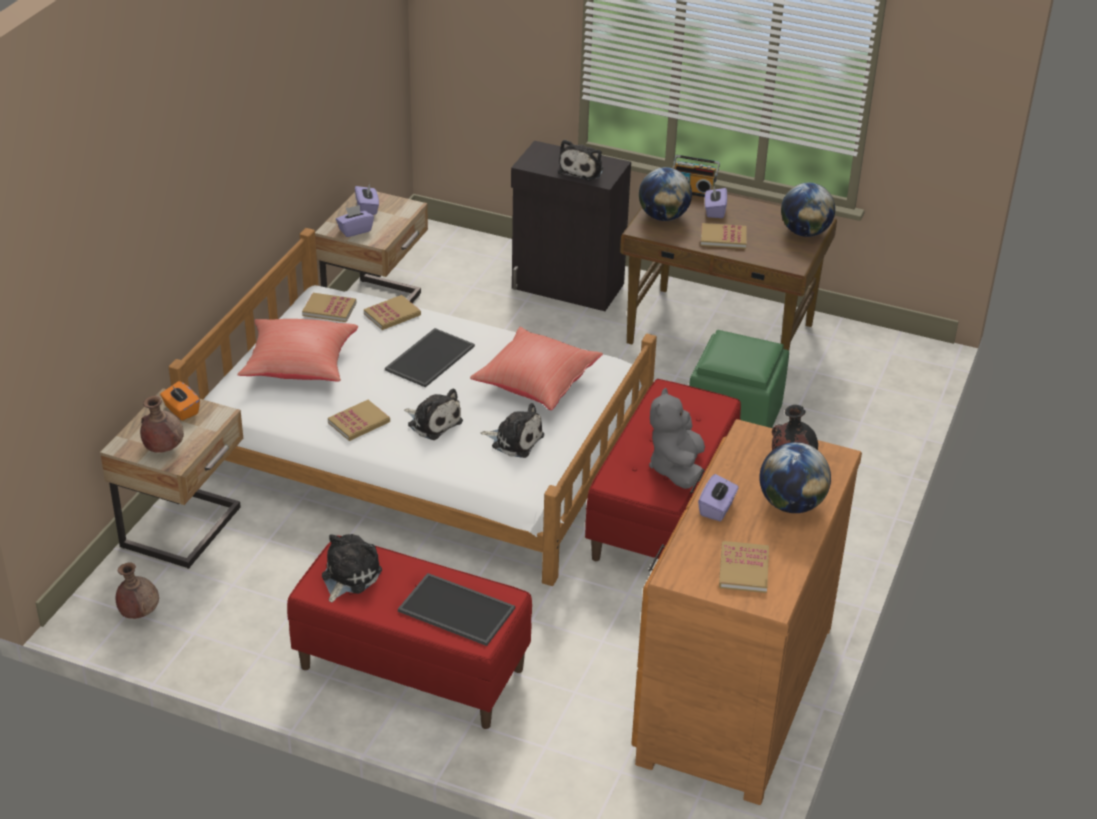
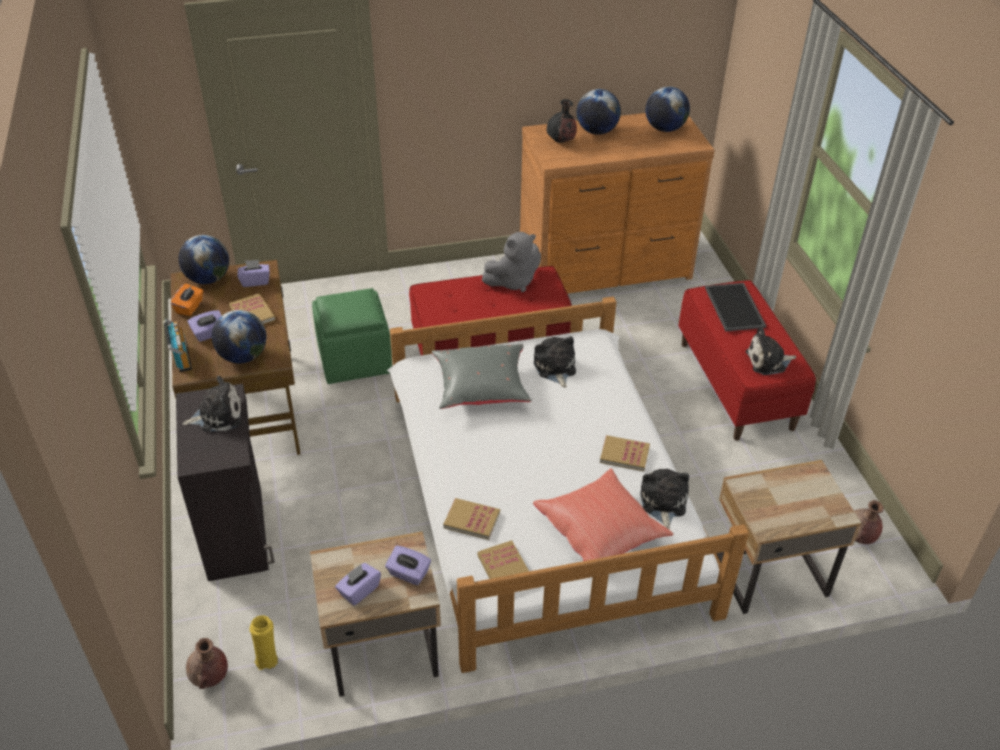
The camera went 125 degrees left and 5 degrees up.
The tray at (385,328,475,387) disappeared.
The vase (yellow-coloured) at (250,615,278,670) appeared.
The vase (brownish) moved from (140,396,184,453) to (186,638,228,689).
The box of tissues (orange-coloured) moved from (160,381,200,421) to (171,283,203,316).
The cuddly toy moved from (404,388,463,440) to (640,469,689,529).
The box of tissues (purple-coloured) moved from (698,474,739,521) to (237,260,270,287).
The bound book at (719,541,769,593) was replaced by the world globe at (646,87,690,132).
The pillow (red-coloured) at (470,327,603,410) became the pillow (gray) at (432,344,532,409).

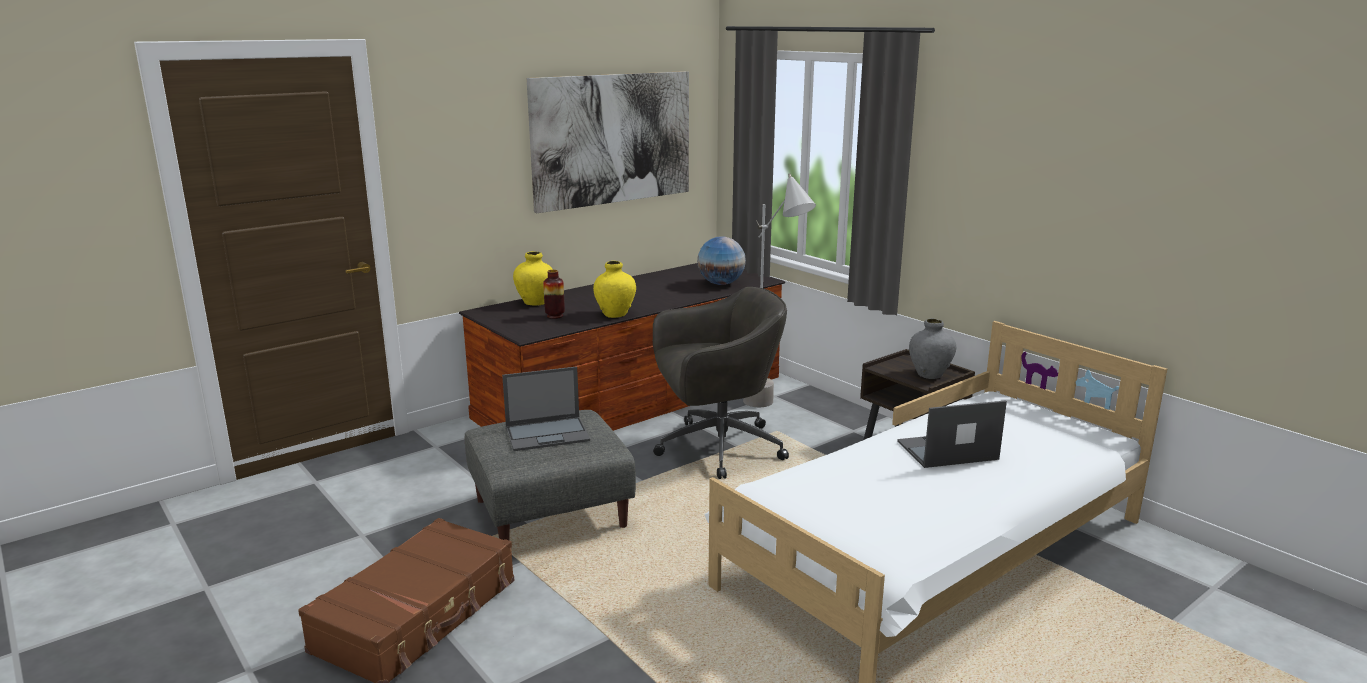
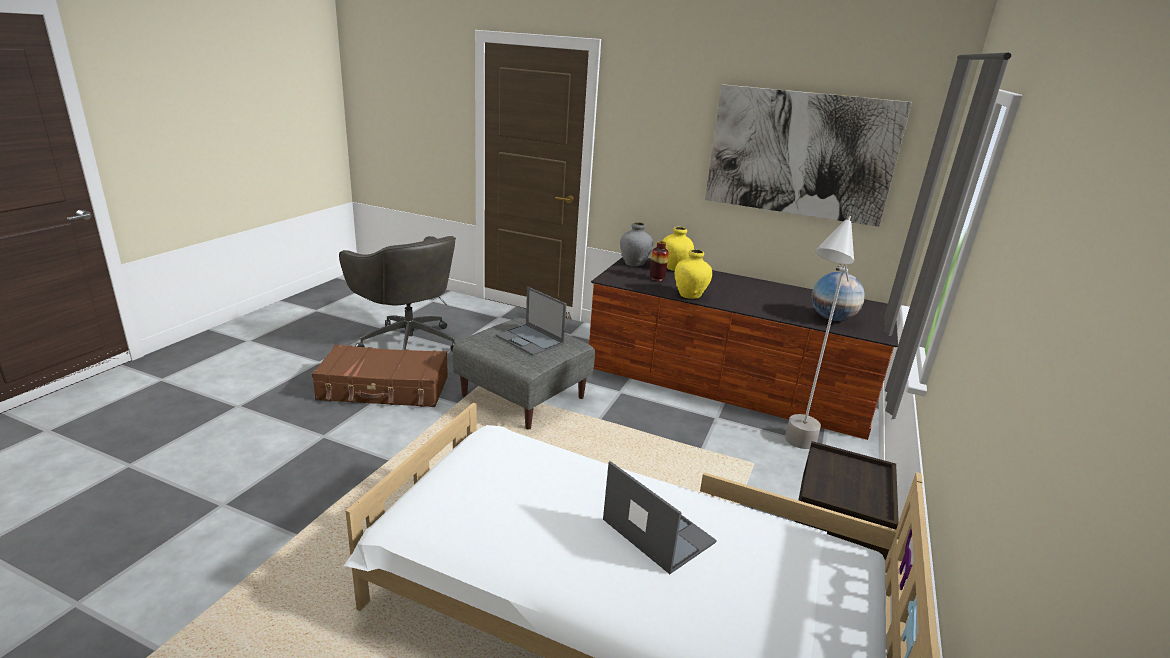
The camera went 60 degrees right and 5 degrees up.
The computer chair (gray) moved from (653,287,789,479) to (339,236,456,351).
The vase (gray) moved from (909,318,956,379) to (620,222,653,266).

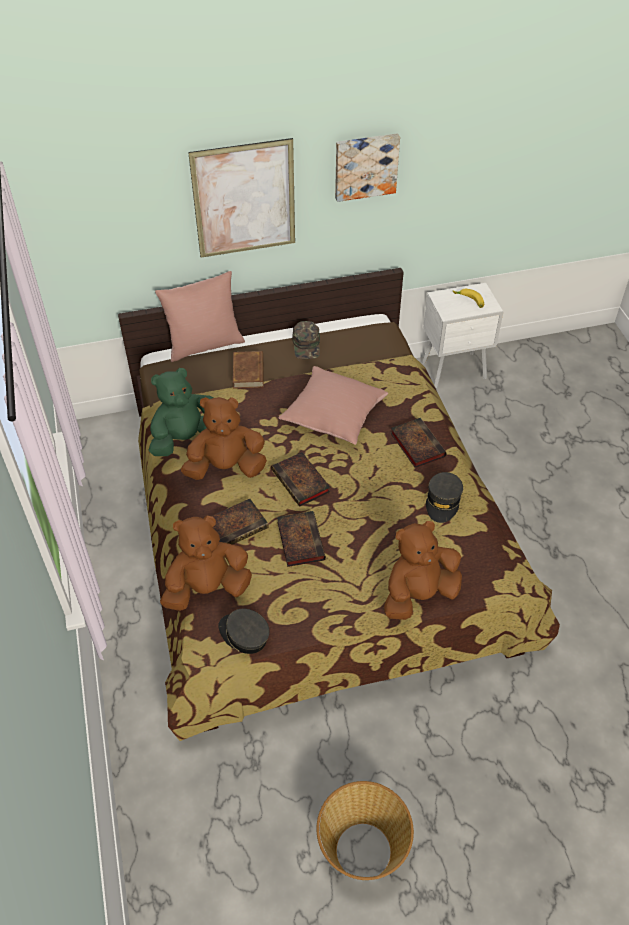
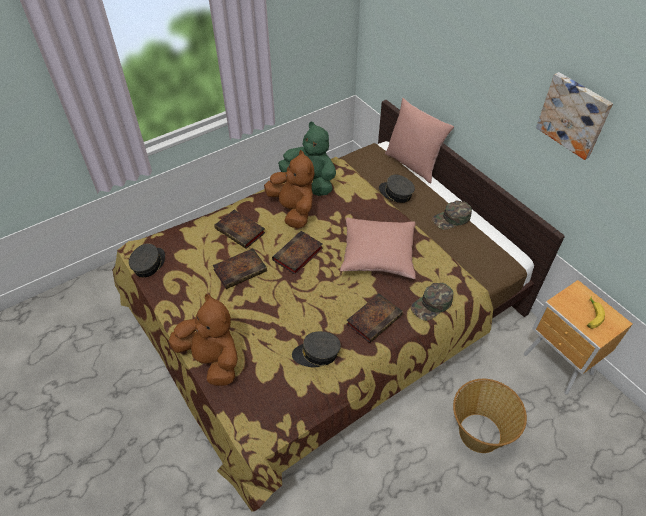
The camera went 70 degrees right and 0 degrees up.
The cuddly toy (brownish) at (160,515,252,611) disappeared.
The wall picture at (188,138,295,258) disappeared.
The cap (green) at (411,283,453,321) appeared.
The storage basket moved from (316,781,414,880) to (453,379,527,453).
The bound book (brownish) at (233,351,264,389) was replaced by the cap (gray) at (379,175,415,203).
The nightstand (white-coloured) at (422,283,503,388) became the nightstand (brownish) at (524,280,633,395).

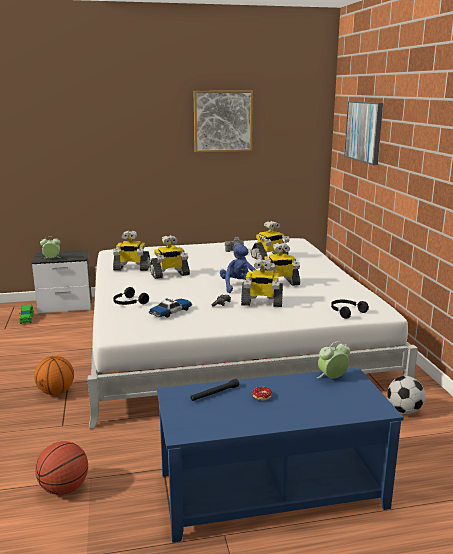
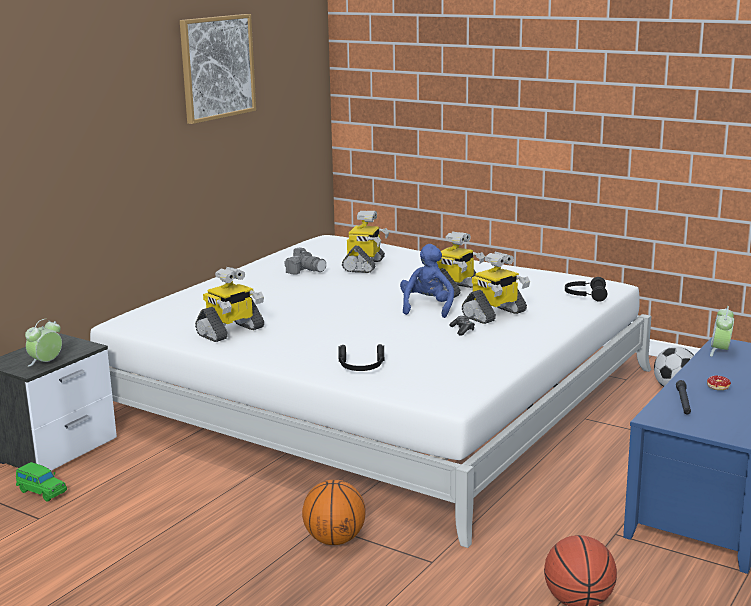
The camera went 45 degrees left and 0 degrees up.
The miniature car at (149,298,192,318) disappeared.
The toy robot at (150,235,190,279) disappeared.
The wall picture at (344,101,383,165) disappeared.
The cuddly toy (bluish) at (220,244,256,293) turned 60 degrees clockwise.

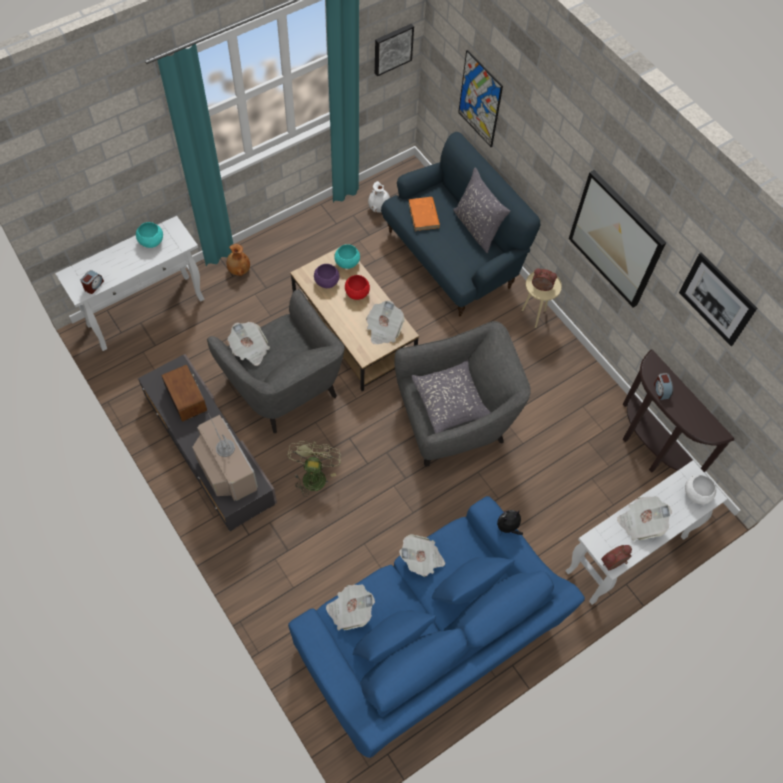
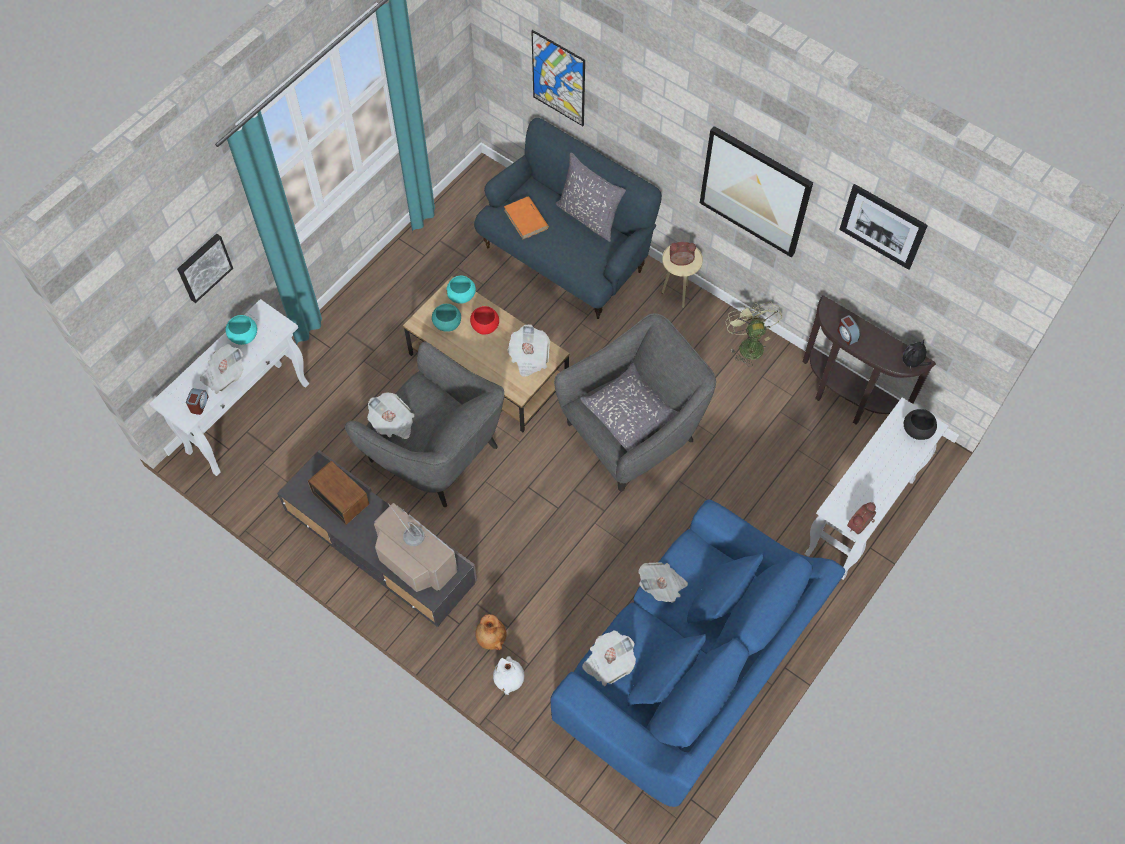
The camera went 15 degrees left and 0 degrees up.
The vase (brownish) moved from (226,244,250,276) to (475,614,507,650).
The cooling fan (green) moved from (287,441,341,497) to (726,301,782,367).
The vase (white-coloured) moved from (368,181,390,213) to (493,656,524,695).
The wall picture moved from (375,24,414,76) to (177,233,233,303).
The cuddly toy moved from (497,510,523,535) to (903,339,931,371).
The daily paper moved from (617,496,672,541) to (200,344,243,394).
The serving bowl (purple-coloured) at (314,264,339,288) became the serving bowl (turquoise) at (432,304,461,332).
The serving bowl (white-coloured) at (685,475,716,505) became the serving bowl (black) at (904,409,937,440).

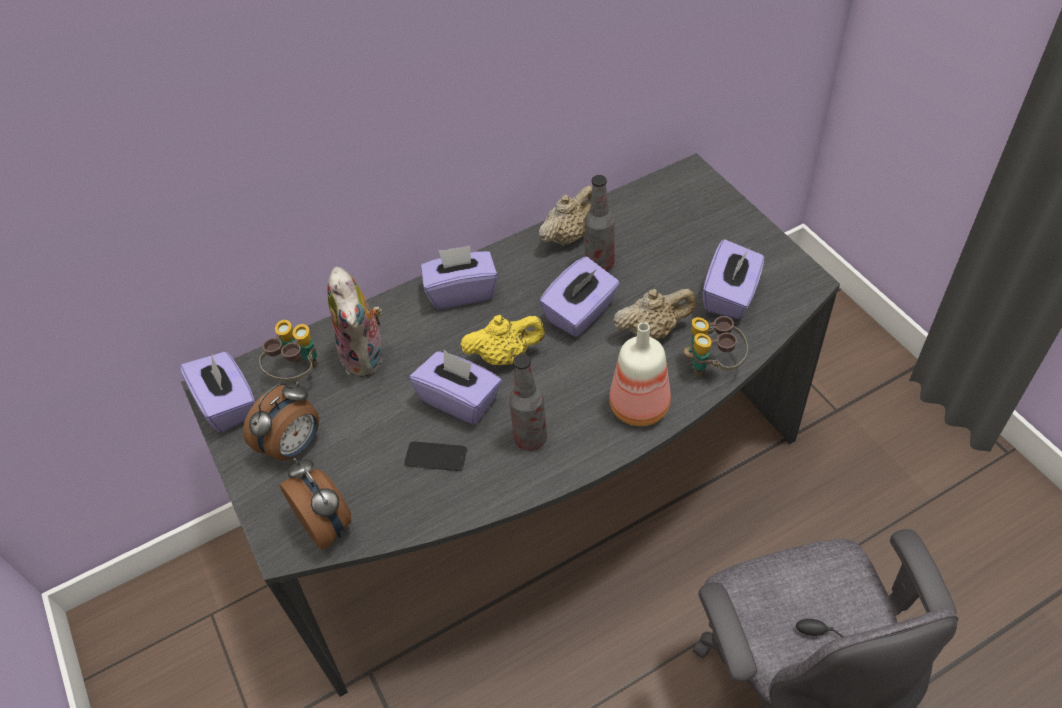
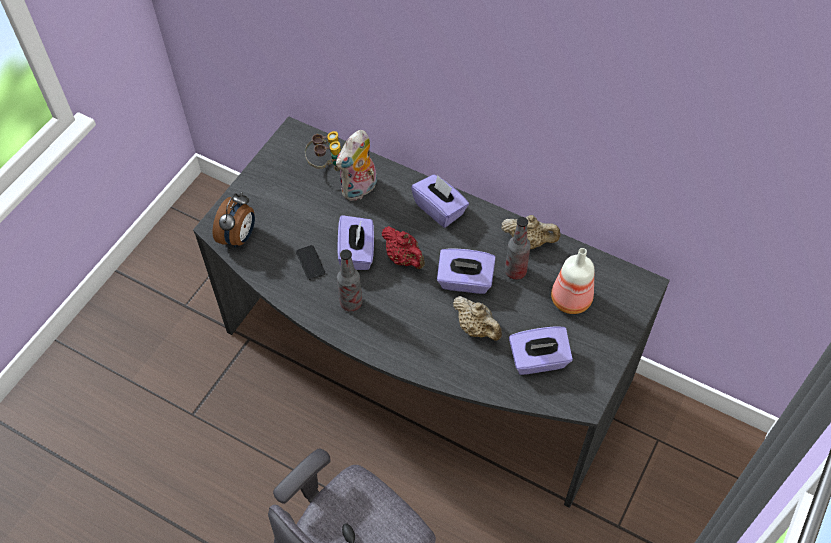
The camera went 55 degrees right and 5 degrees up.
The box of tissues (purple-coloured) at (180,352,255,433) disappeared.
The alarm clock at (243,382,319,461) disappeared.
The field glasses at (684,316,748,378) disappeared.
The beverage bottle moved from (609,322,671,426) to (551,248,594,314).
The teapot (yellow-coloured) at (460,315,545,365) became the teapot (red-coloured) at (382,226,425,269).

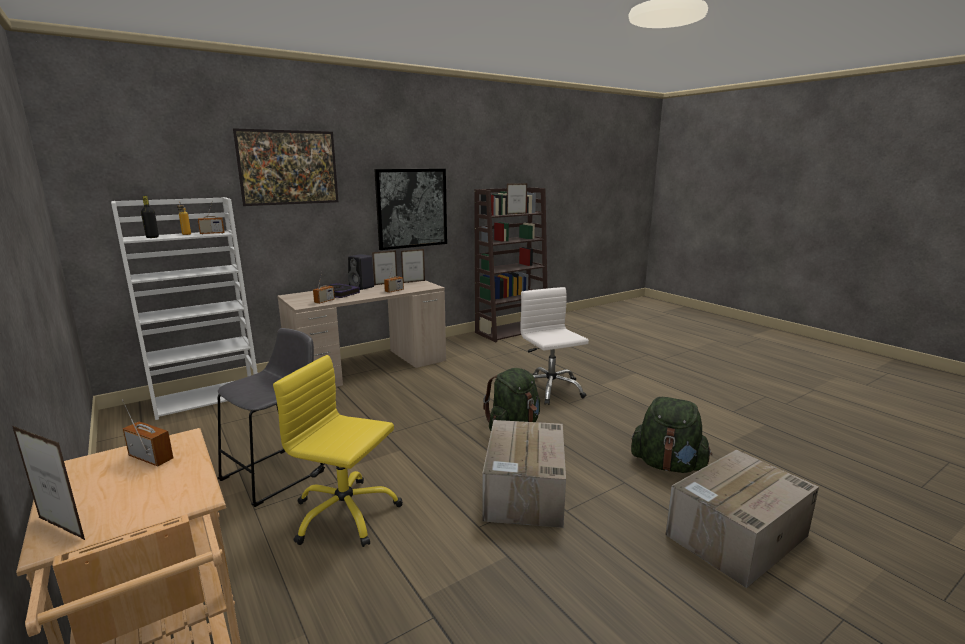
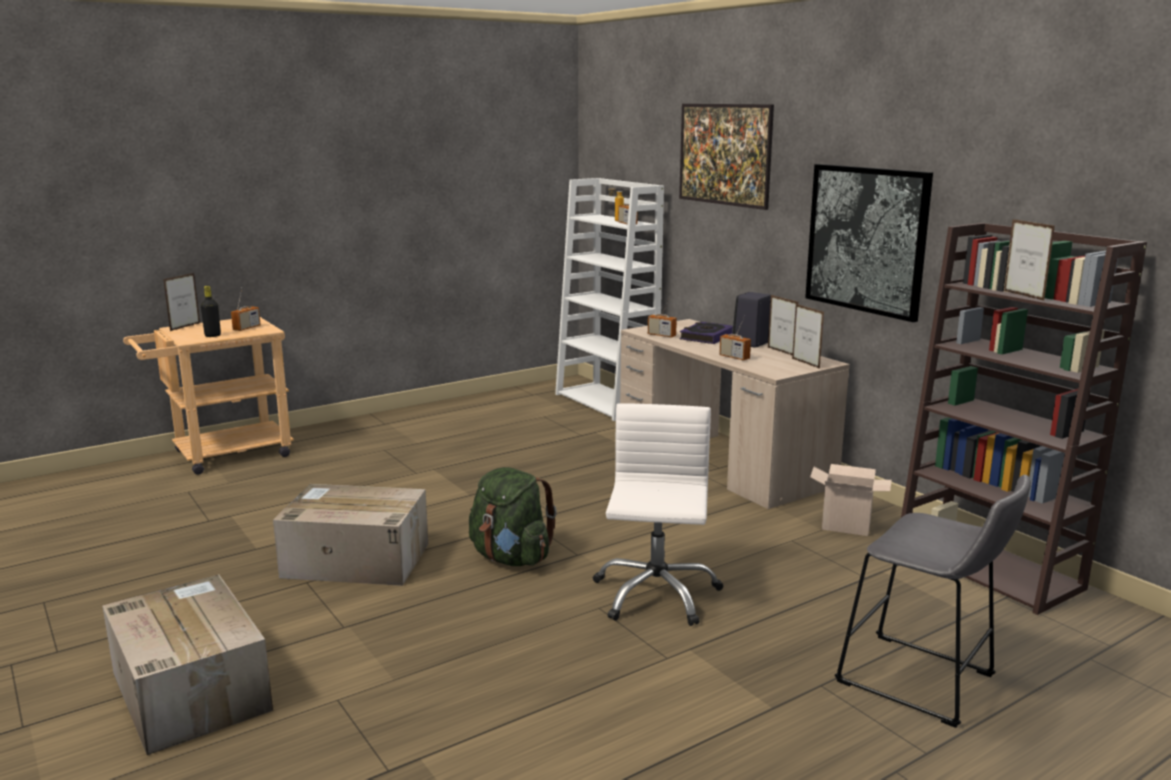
The camera went 90 degrees right and 0 degrees up.
The computer chair (yellow-coloured) at (273,355,403,547) disappeared.
The rucksack (green) at (631,397,712,473) disappeared.
The cardboard box at (810,464,892,536) appeared.
The beverage bottle (black) moved from (141,196,159,238) to (201,286,221,337).
The sitting stool (gray) moved from (218,328,325,507) to (834,475,1031,728).
The computer chair (white-coloured) at (521,287,589,405) turned 60 degrees counterclockwise.

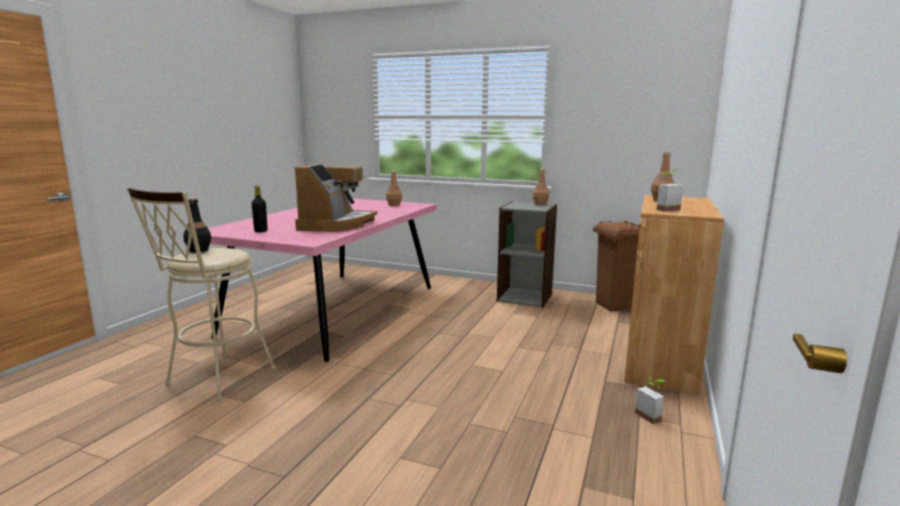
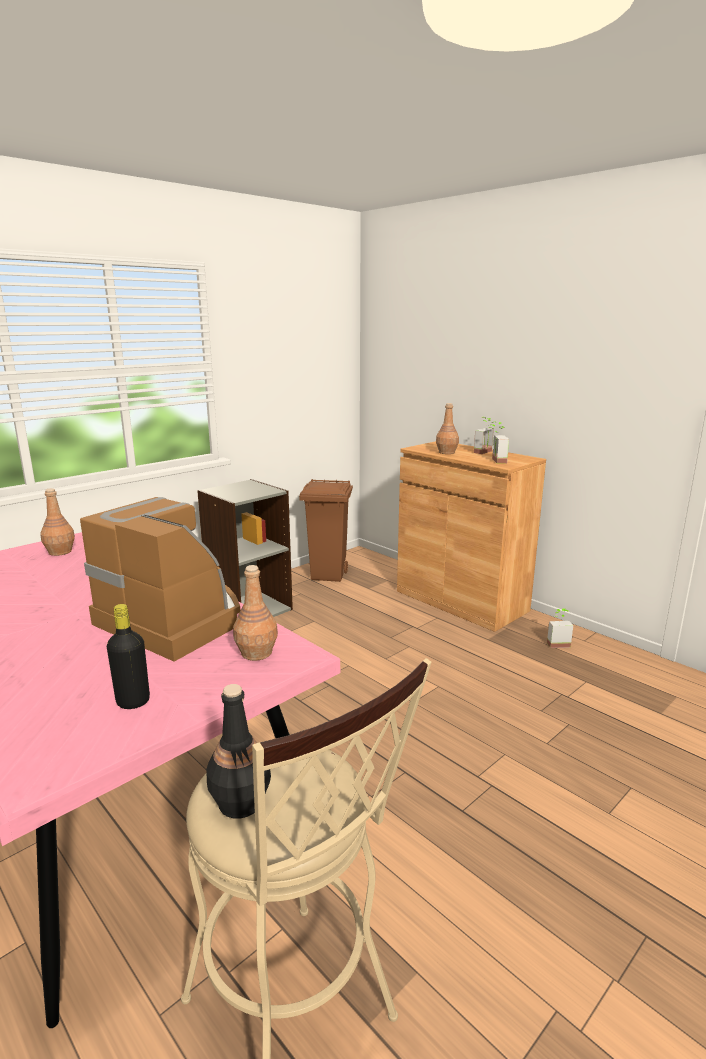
The camera went 65 degrees left and 5 degrees up.
The potted plant at (474,417,494,454) appeared.
The beverage bottle (brownish) moved from (533,168,549,205) to (233,565,278,661).

